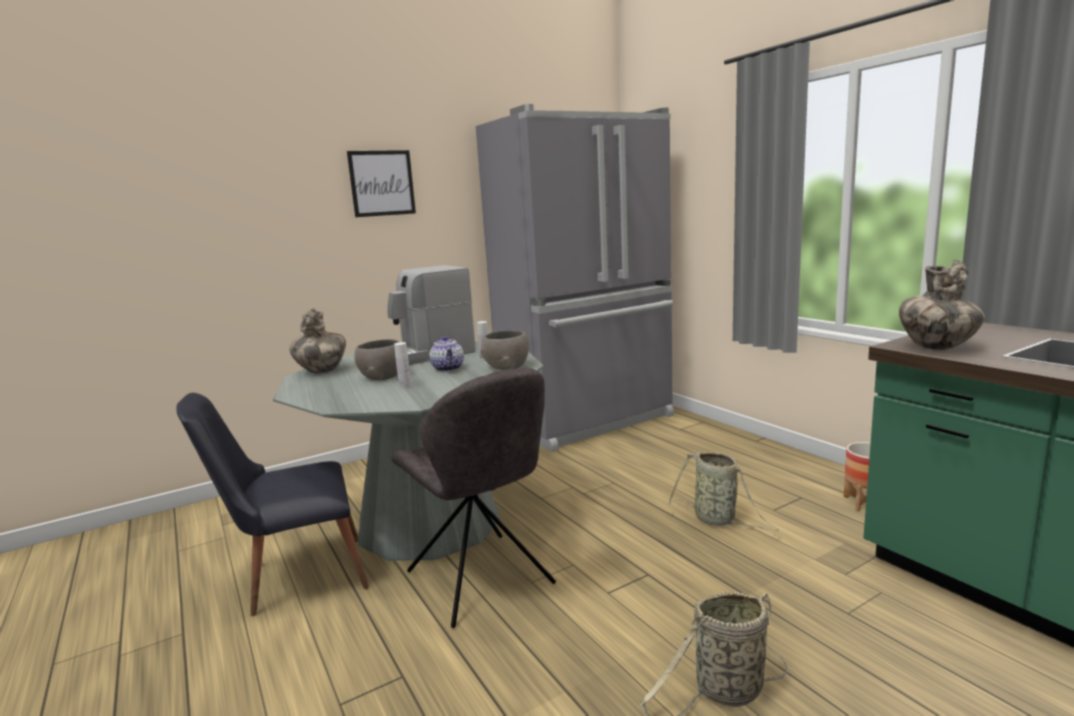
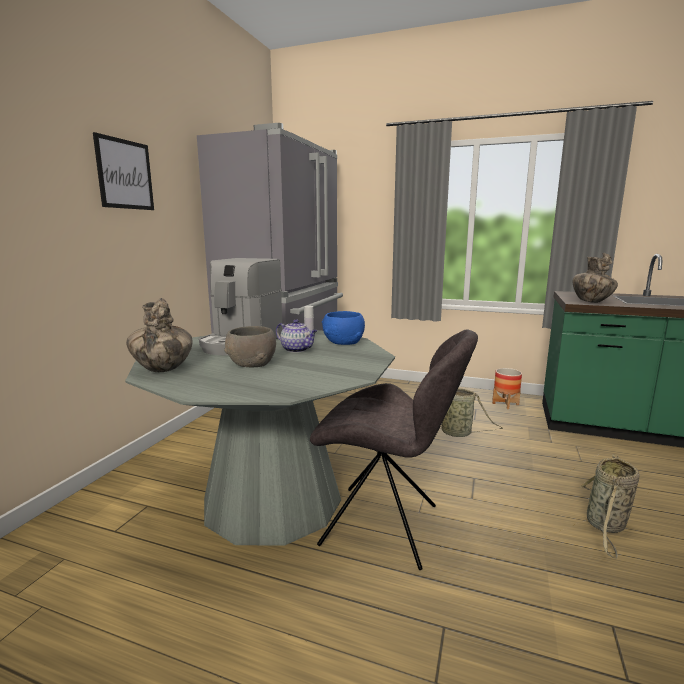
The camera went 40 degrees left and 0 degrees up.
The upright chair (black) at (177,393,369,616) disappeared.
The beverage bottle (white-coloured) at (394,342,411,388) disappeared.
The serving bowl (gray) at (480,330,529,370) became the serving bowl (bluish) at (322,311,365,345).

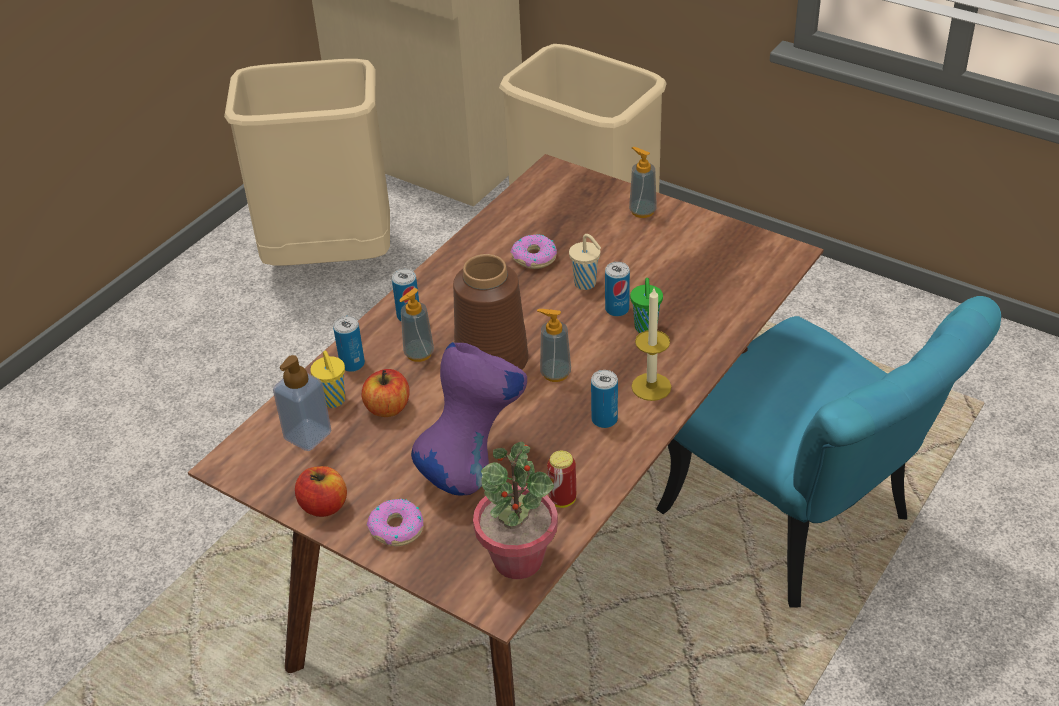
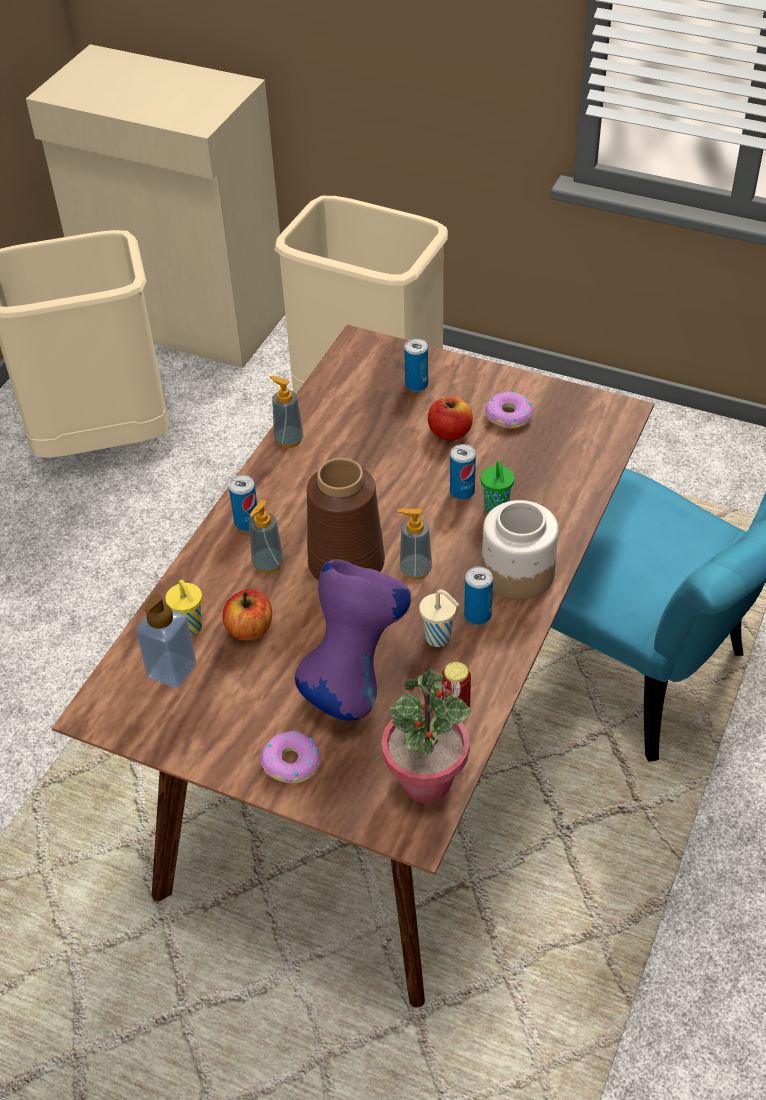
The camera went 10 degrees left and 5 degrees up.
The apple moved from (295,466,347,517) to (428,397,473,441).
The sealed can moved from (333,316,365,372) to (404,339,428,392).
The doughnut moved from (510,234,557,269) to (485,391,533,429).
The cup (beige-coloured) moved from (569,234,601,290) to (419,590,459,647).
The soap bottle moved from (629,147,657,218) to (269,376,303,448).
The candle at (631,288,671,401) was replaced by the preserve jar at (482,500,559,600).

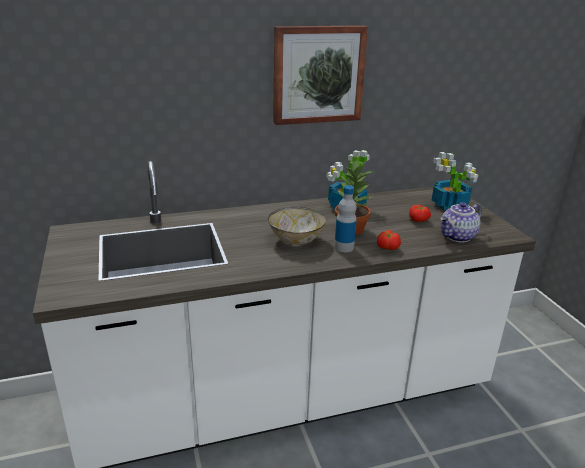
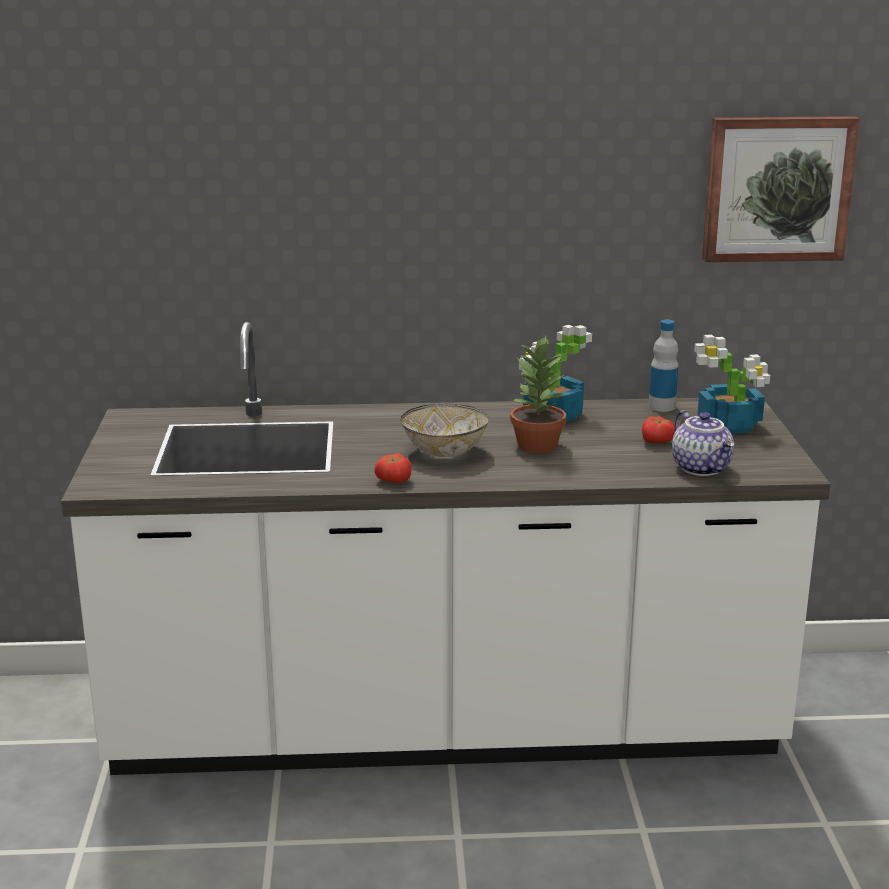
The camera went 15 degrees right and 5 degrees down.
The wall picture moved from (273,26,368,125) to (702,116,860,262).
The beverage bottle moved from (334,185,357,252) to (648,320,678,412).
The tomato moved from (377,230,401,250) to (374,453,411,483).
The teapot at (440,202,482,242) turned 90 degrees counterclockwise.

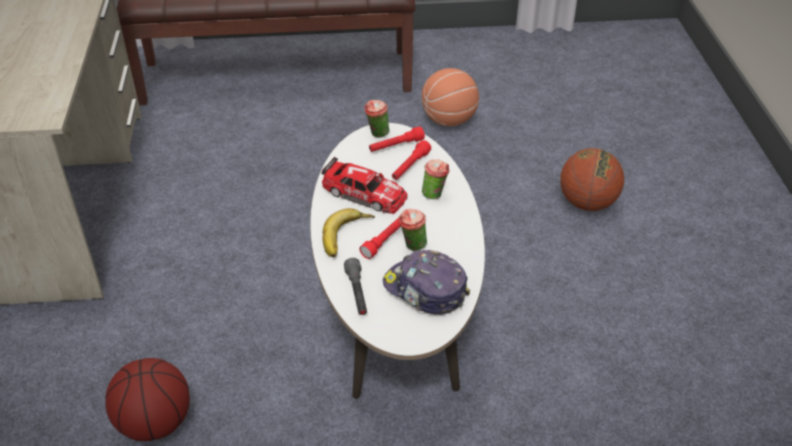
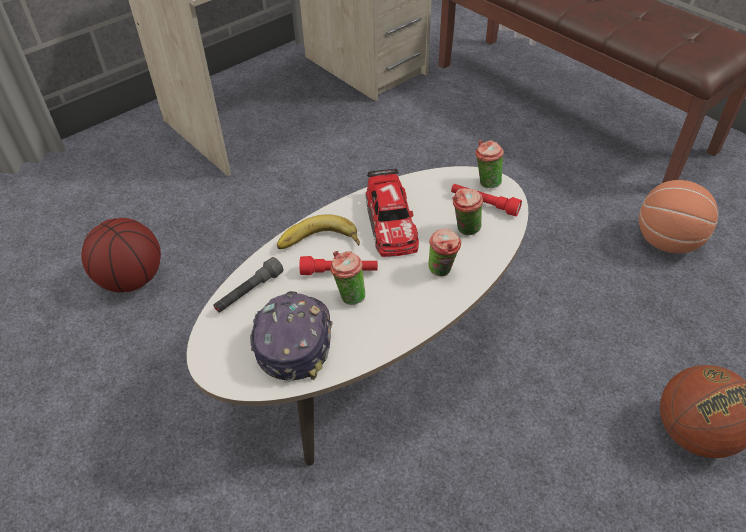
The camera went 55 degrees right and 5 degrees up.
The torch (red-coloured) at (392,140,431,180) was replaced by the cup at (452,188,483,236).

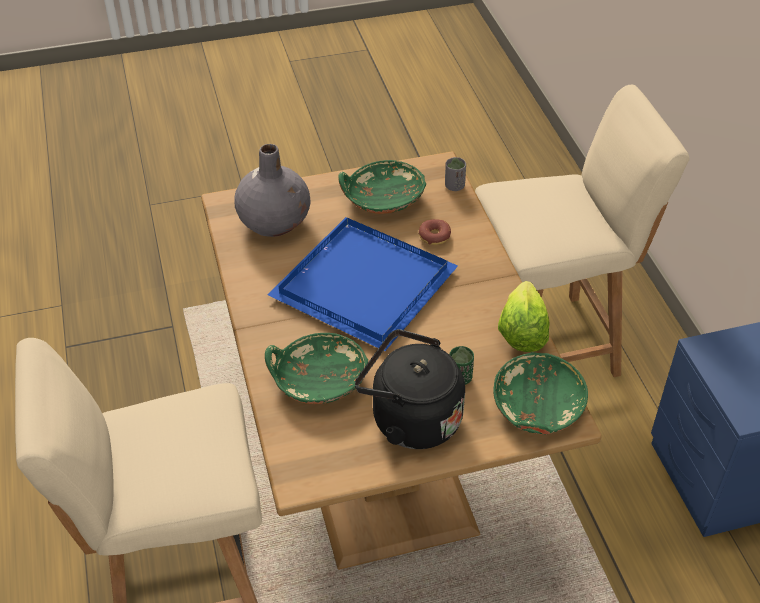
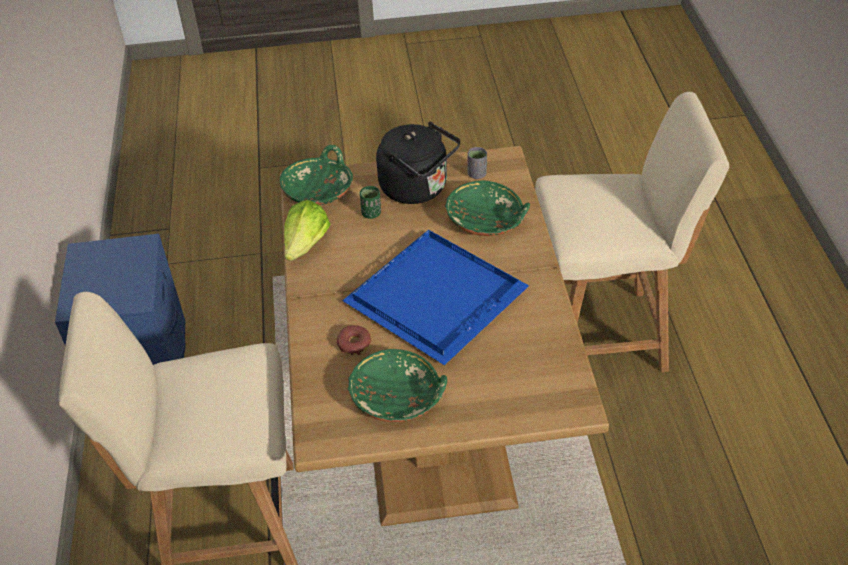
The camera went 170 degrees left and 0 degrees up.
The vase (gray) at (234,144,311,237) disappeared.
The cup (gray) moved from (445,157,466,191) to (468,147,487,179).

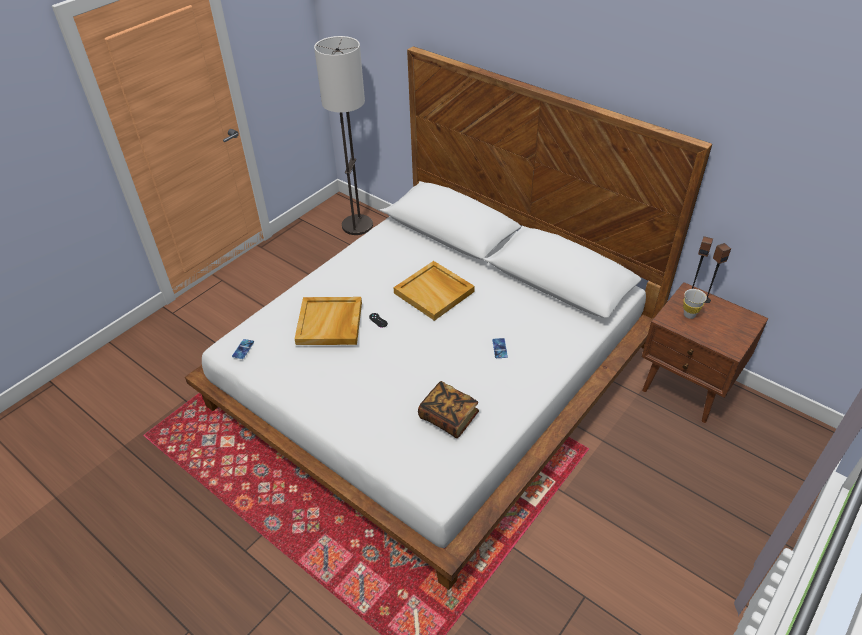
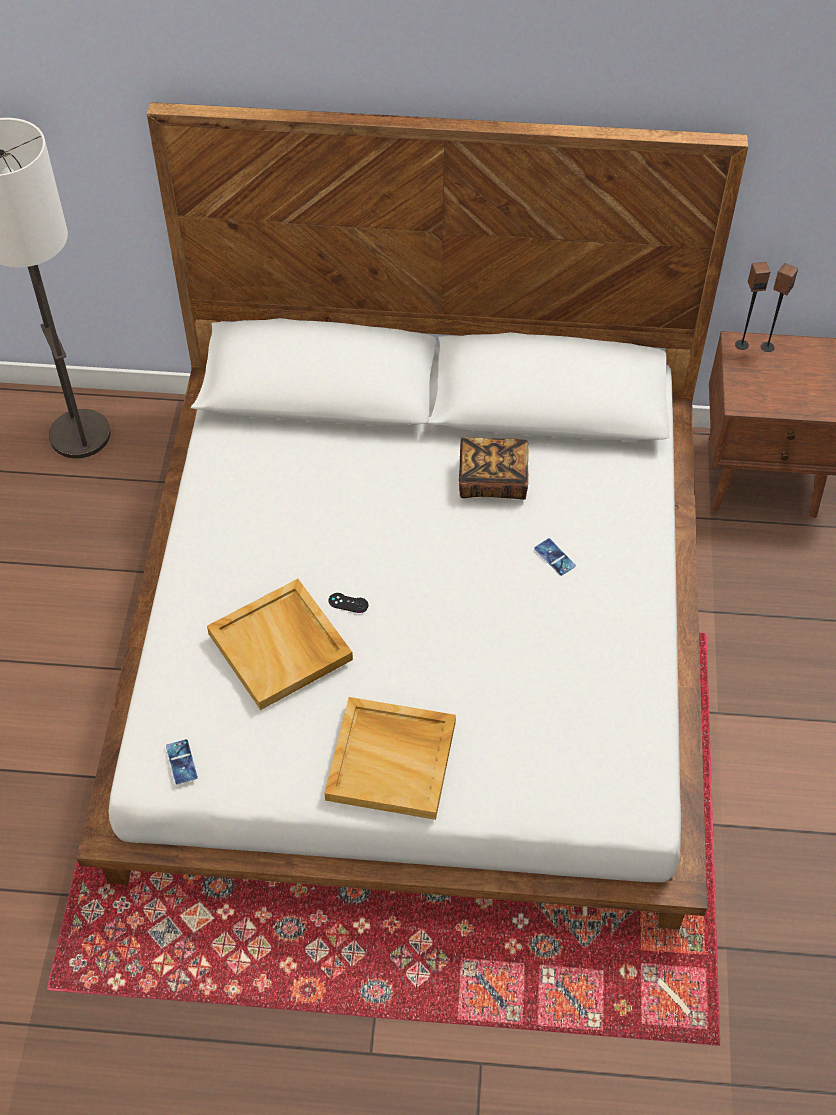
The camera went 35 degrees left and 10 degrees up.
The cup (white-coloured) at (683,289,707,319) disappeared.
The tray (beige-coloured) moved from (393,261,475,321) to (325,697,456,820).
The bound book moved from (418,381,479,438) to (459,437,529,500).

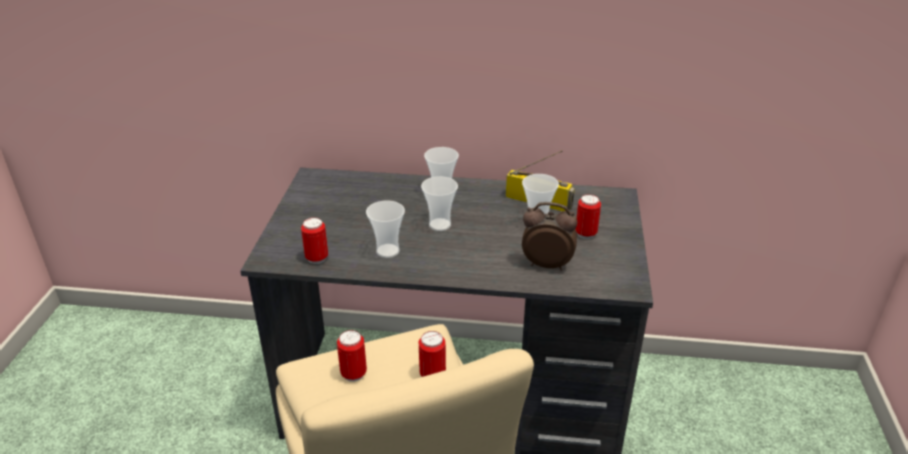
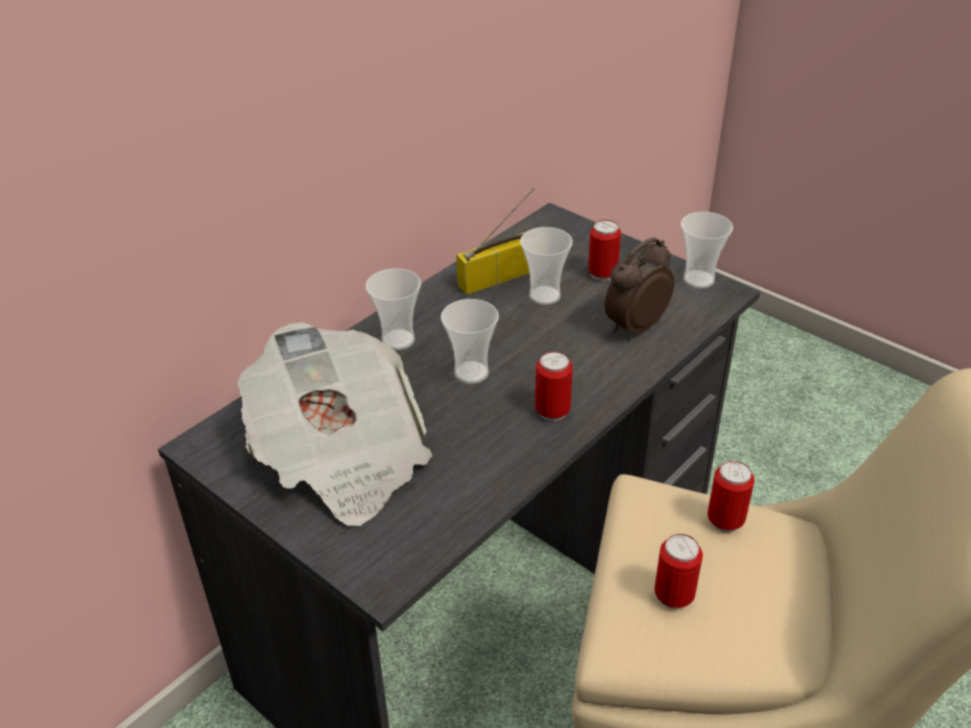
The camera went 55 degrees left and 5 degrees up.
The daily paper at (238,322,432,526) appeared.
The sealed can moved from (301,217,328,264) to (535,351,572,421).
The cup moved from (366,200,405,258) to (681,212,733,288).

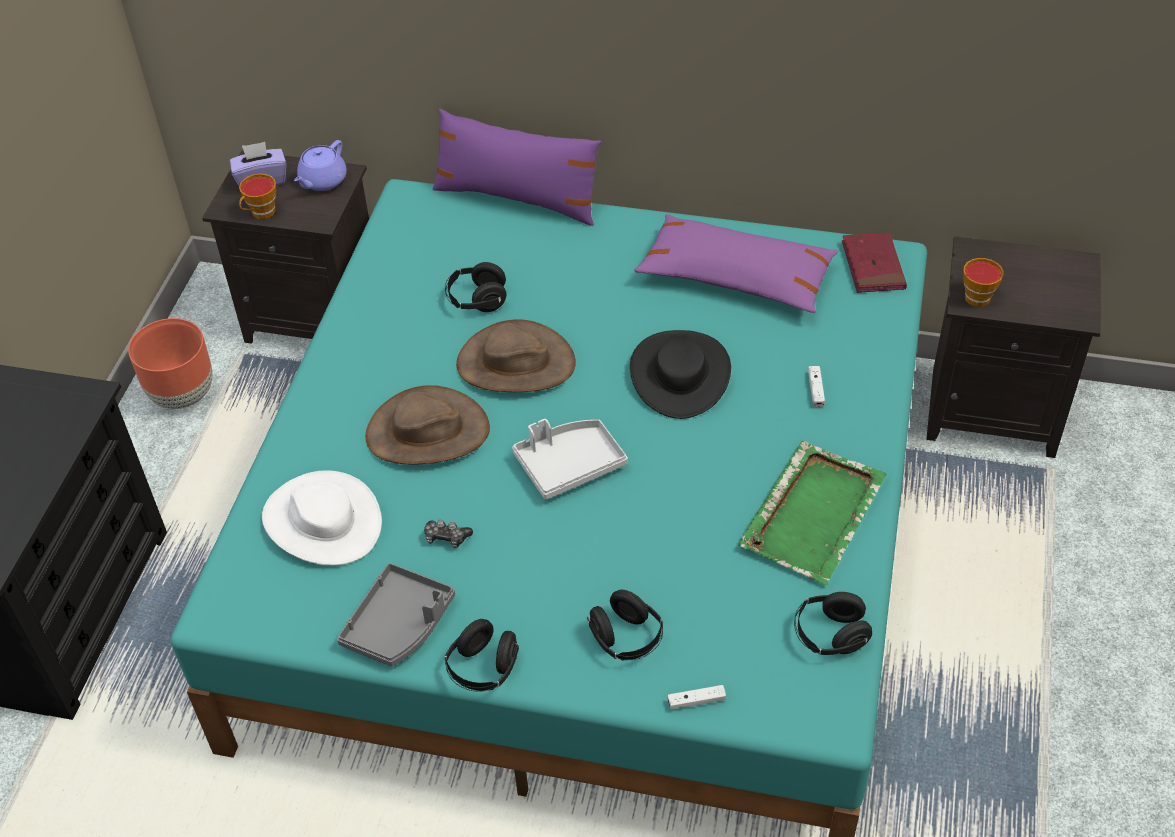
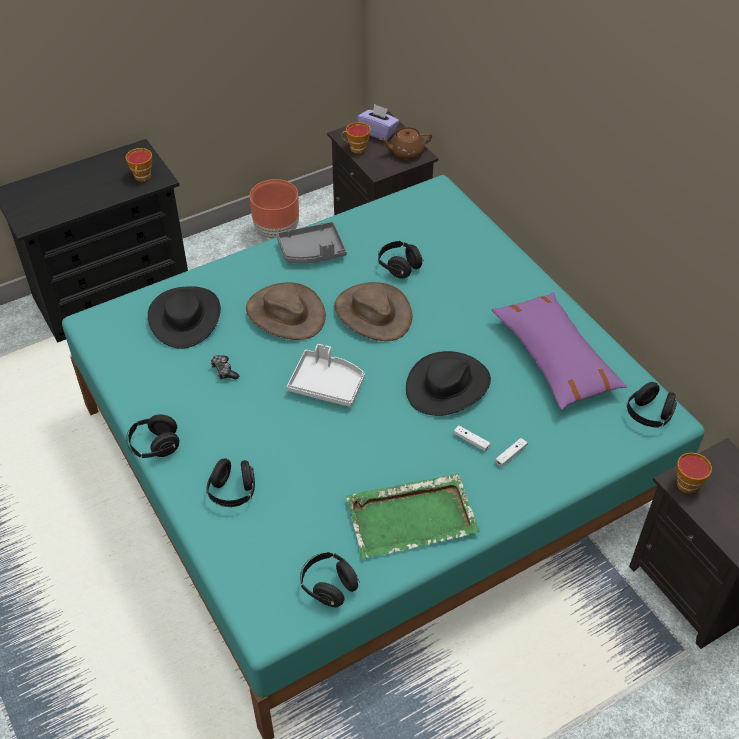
The camera went 45 degrees right and 0 degrees up.
The pillow (purple-coloured) at (433,109,601,226) disappeared.
The cup at (125,148,152,181) appeared.
The tray (gray) moved from (337,563,455,666) to (277,222,347,263).
The game controller (white-coloured) moved from (667,685,726,709) to (454,425,490,452).
The bound book (red-coloured) at (842,233,907,293) was replaced by the headphones (black) at (626,382,677,428).
The wearable hat (white-coloured) at (262,470,382,566) became the wearable hat (black) at (148,286,221,349).
The teapot (purple-coloured) at (294,140,347,191) became the teapot (brownish) at (379,127,432,159).

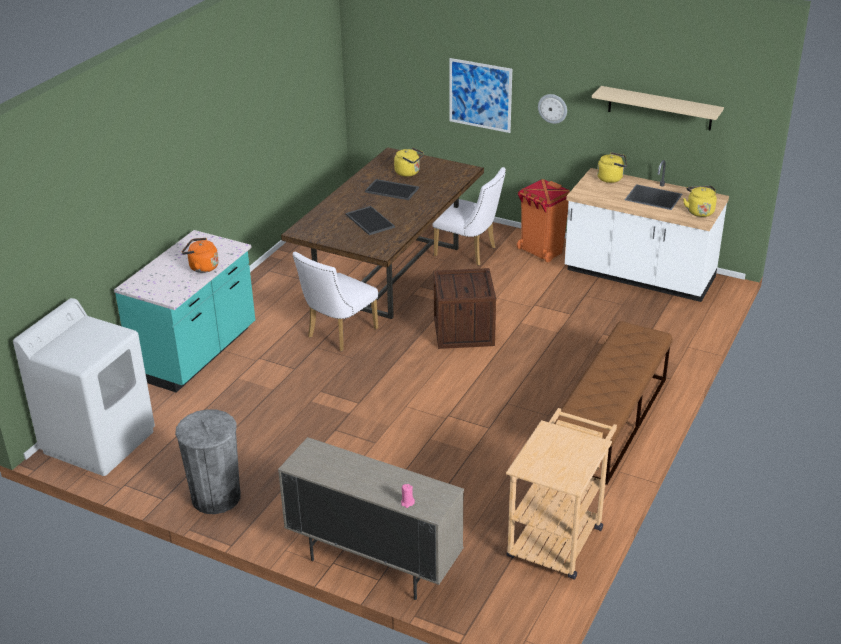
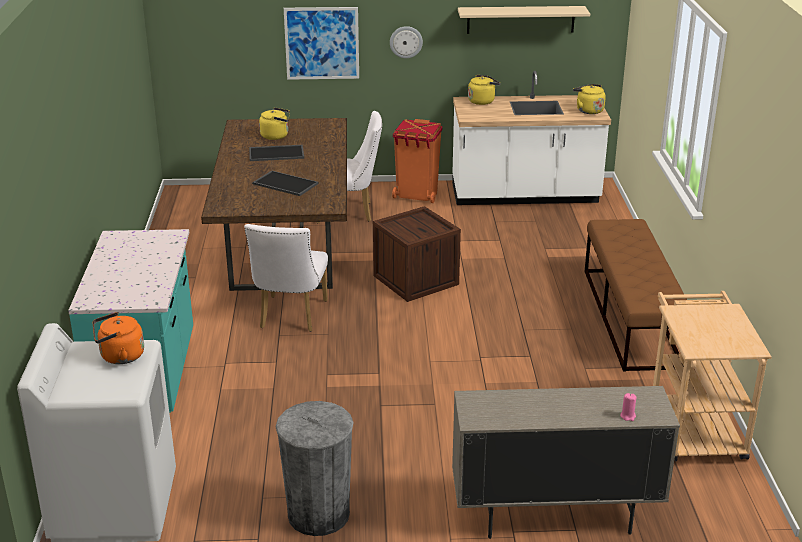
The camera went 30 degrees left and 5 degrees down.
The kettle (orange-coloured) moved from (182,238,219,273) to (93,312,144,364).

